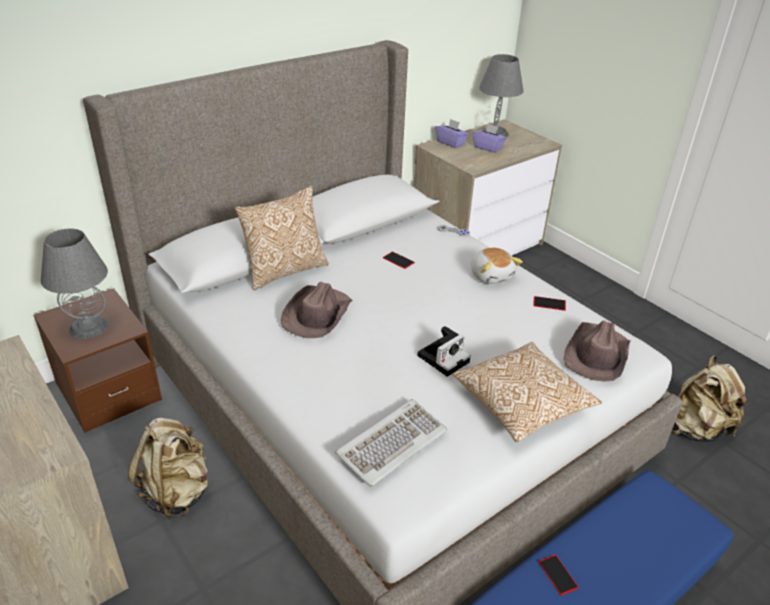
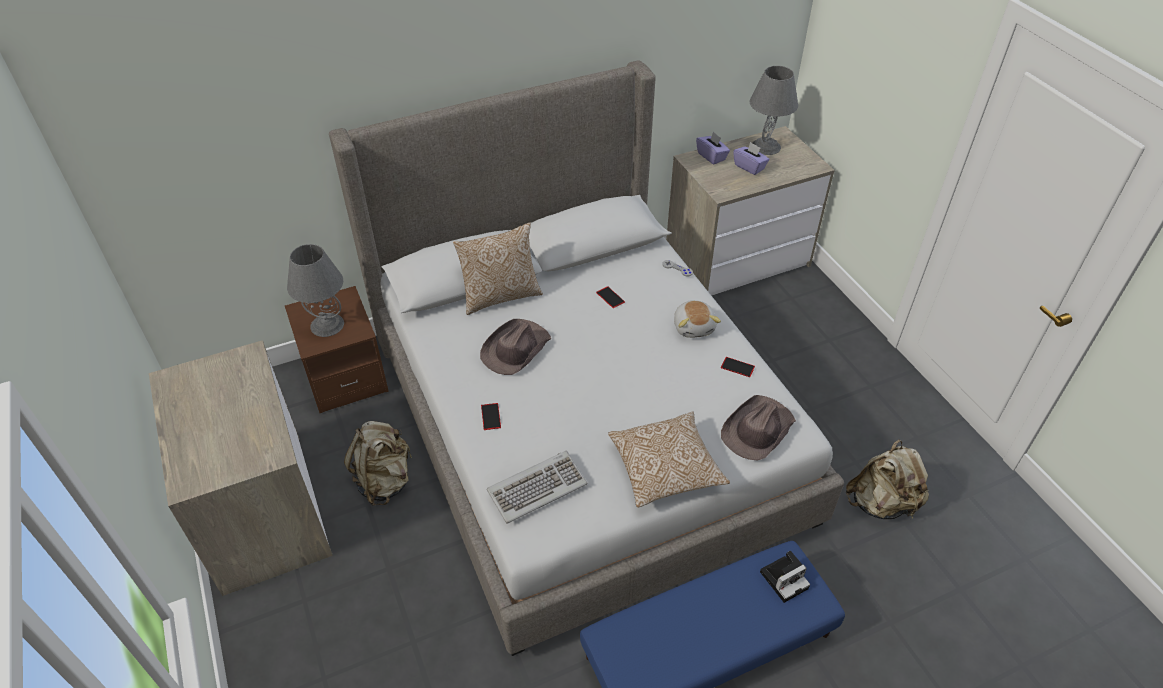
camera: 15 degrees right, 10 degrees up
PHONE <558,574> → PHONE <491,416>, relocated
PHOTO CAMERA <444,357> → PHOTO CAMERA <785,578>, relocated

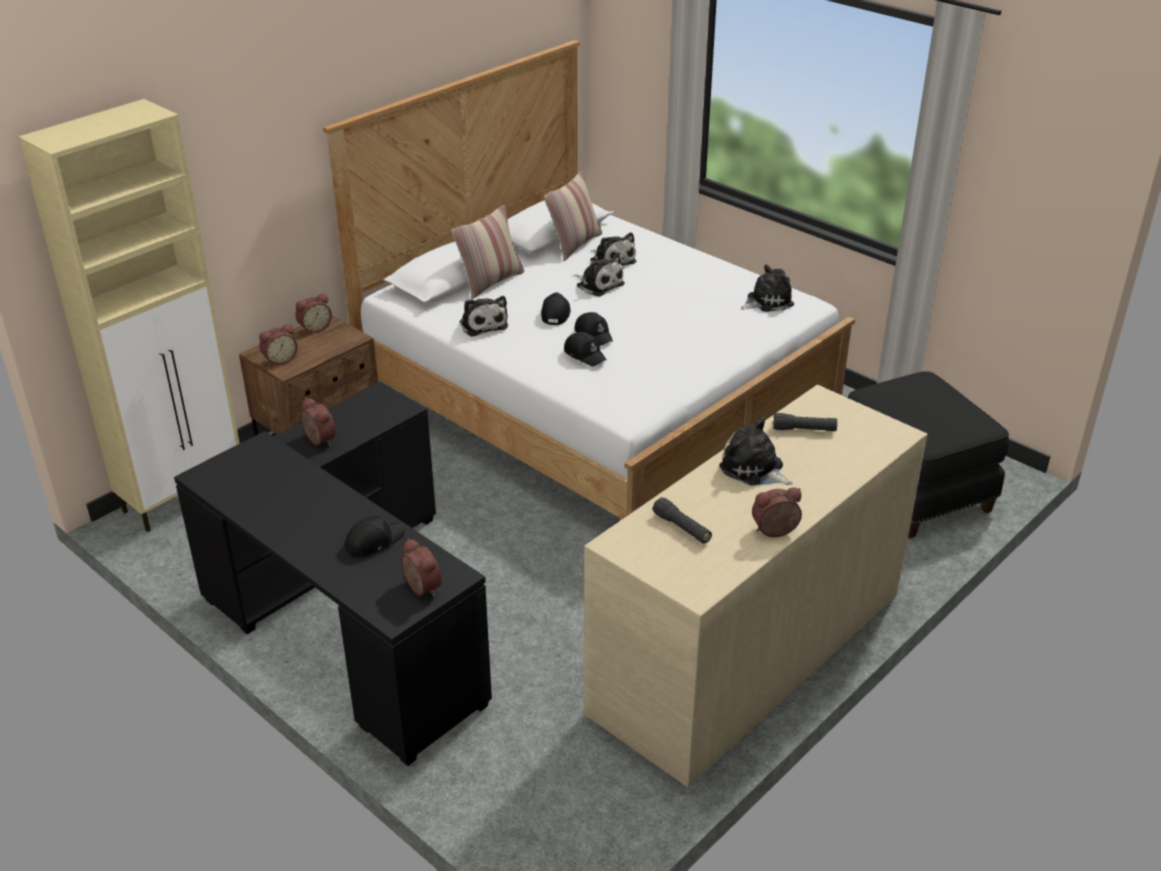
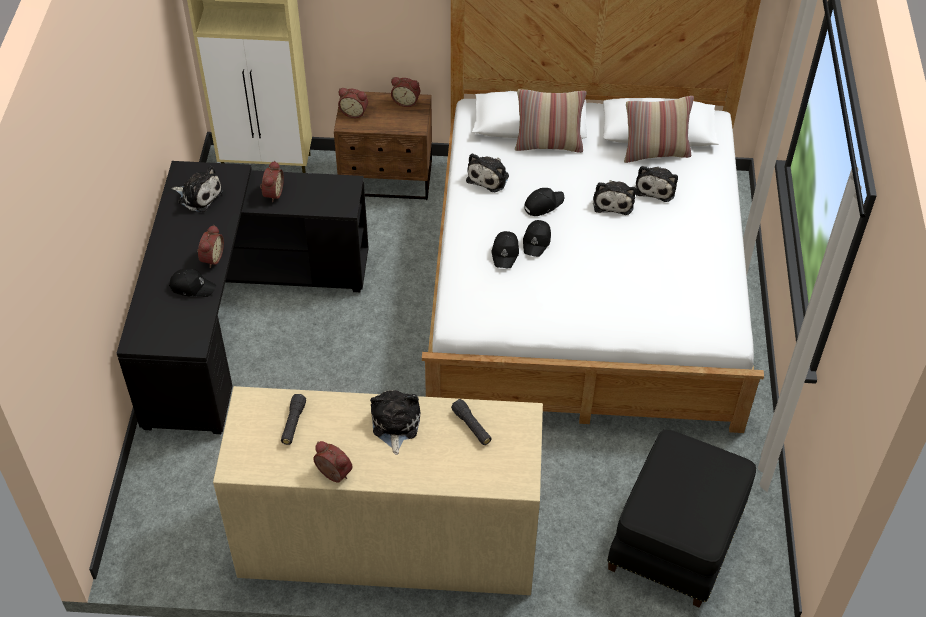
camera: 50 degrees right, 15 degrees up
PLUSH TOY <767,301> → PLUSH TOY <198,195>, relocated
ALARM CLOCK <419,588> → ALARM CLOCK <211,258>, relocated

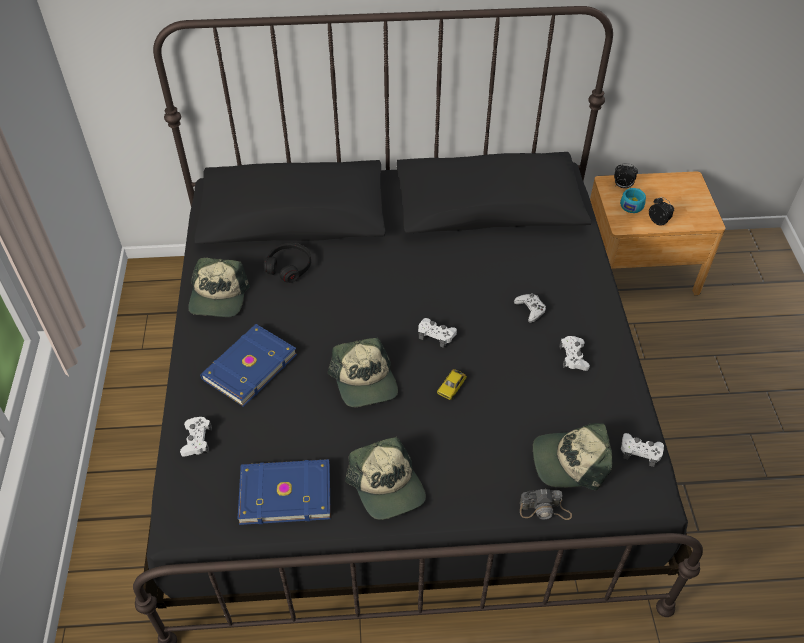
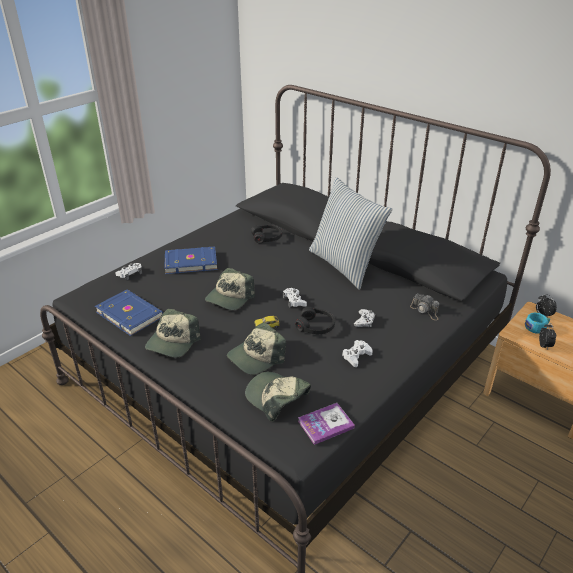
camera: 45 degrees right, 15 degrees down
CAP <218,297> → CAP <256,357>, relocated
- → BLACK HEADPHONES <315,326>
WHITE GAME CONTROLLER <640,452> → BOOK <325,424>
- → PILLOW <345,265>
PHOTO CAMERA <545,510> → PHOTO CAMERA <425,311>, relocated

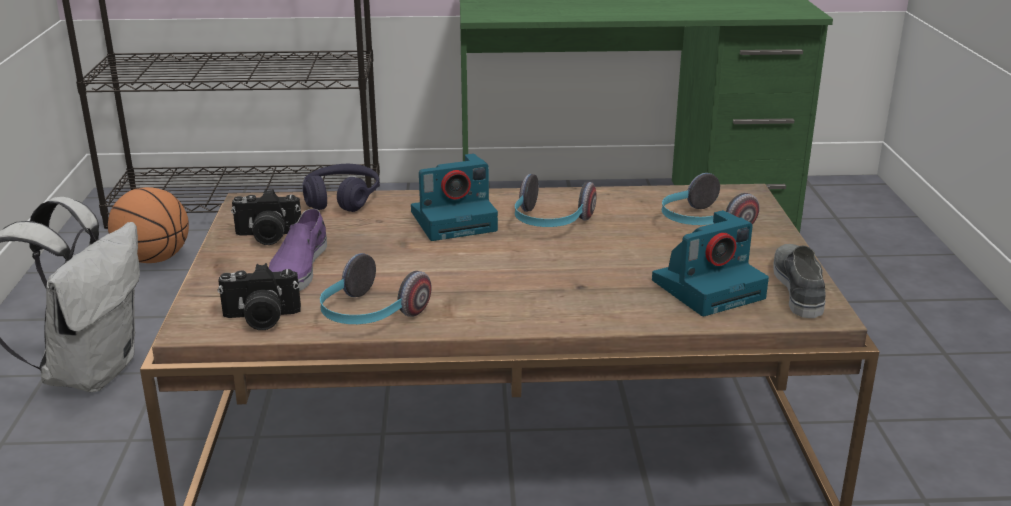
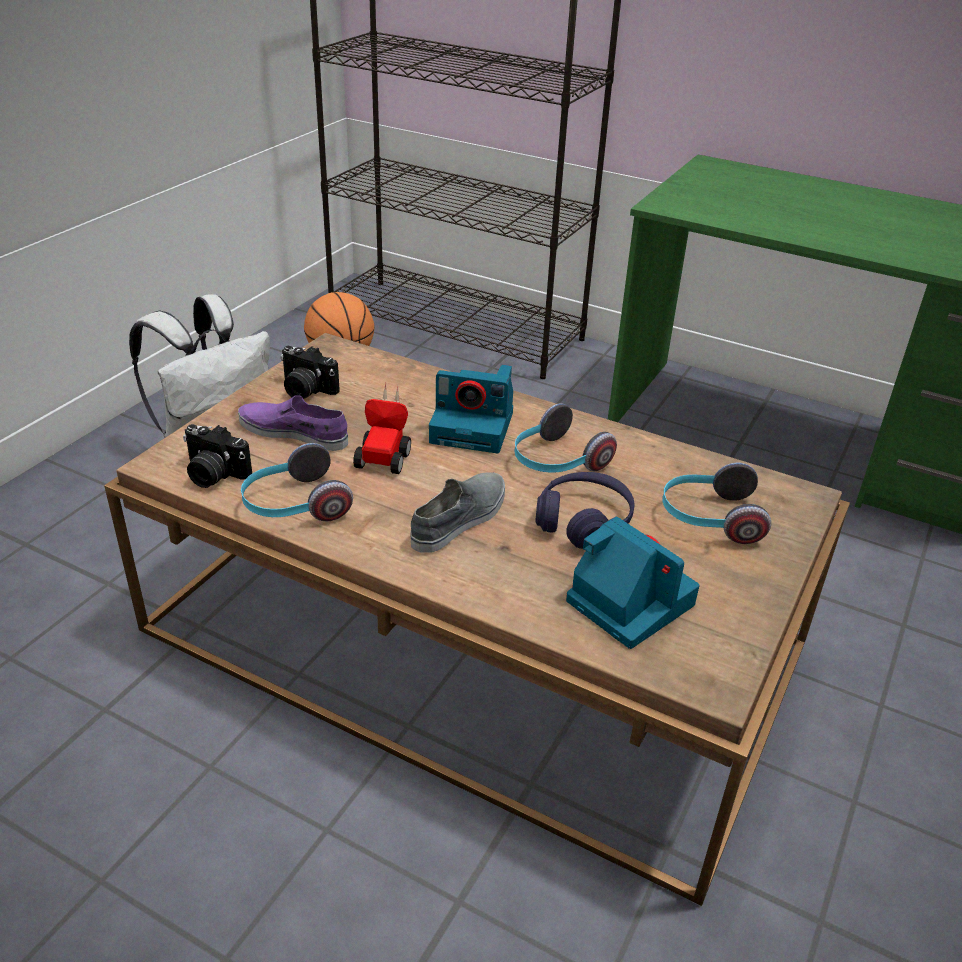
camera: 30 degrees right, 10 degrees up
PURPLE SHOE <298,268> → PURPLE SHOE <294,432>, 75 degrees clockwise
- → TOY CAR <386,454>
GREY SHOE <799,287> → GREY SHOE <460,518>, relocated
PURPLE HEADPHONES <341,199> → PURPLE HEADPHONES <583,521>, relocated
PHOTO CAMERA <709,288> → PHOTO CAMERA <627,601>, 135 degrees counterclockwise

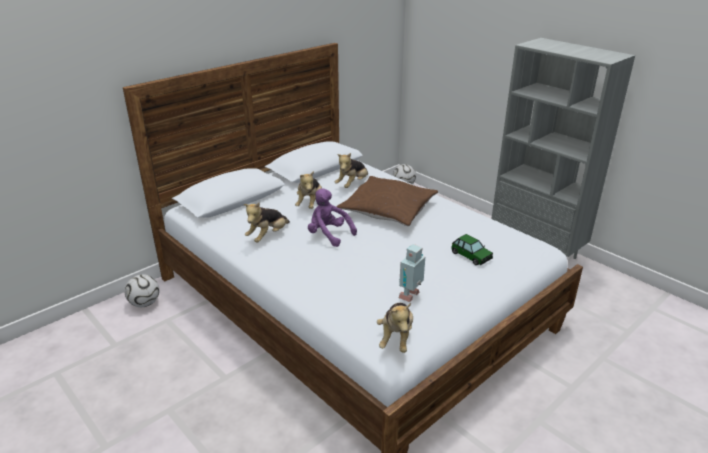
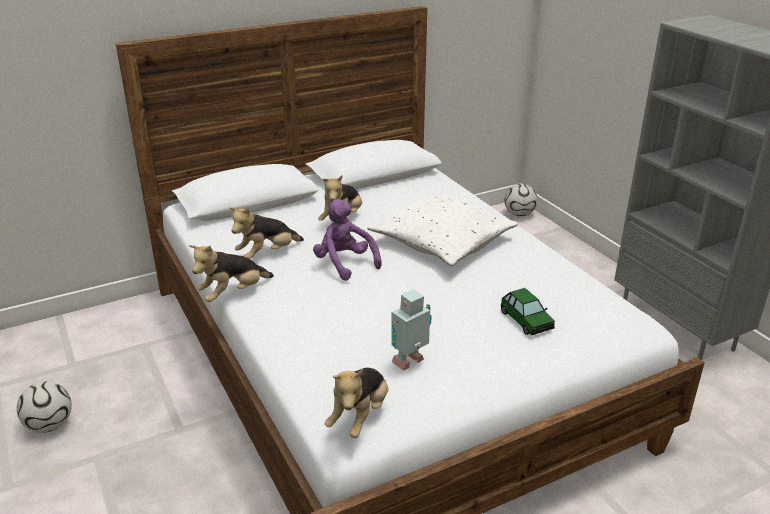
camera: 15 degrees right, 0 degrees up
FOOTBALL <144,303> → FOOTBALL <49,425>, relocated
PLUSH TOY <352,184> → PLUSH TOY <233,294>, relocated
BROWN PILLOW <387,209> → WHITE PILLOW <442,240>

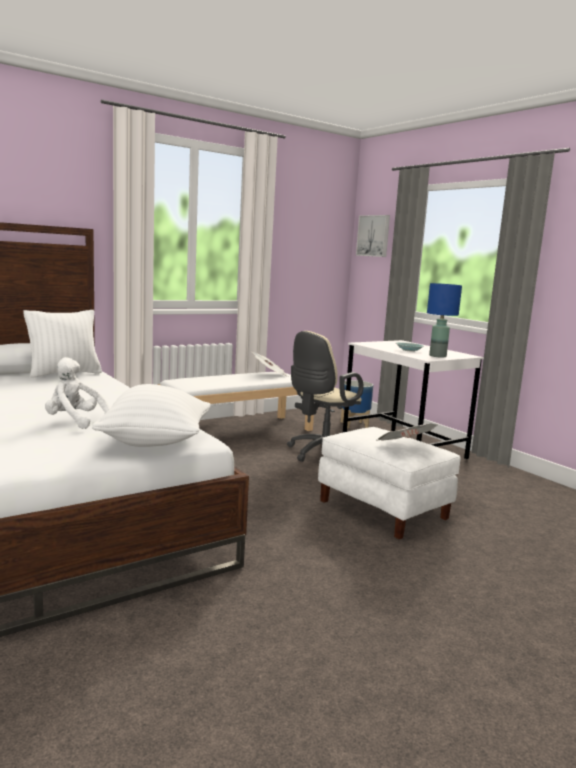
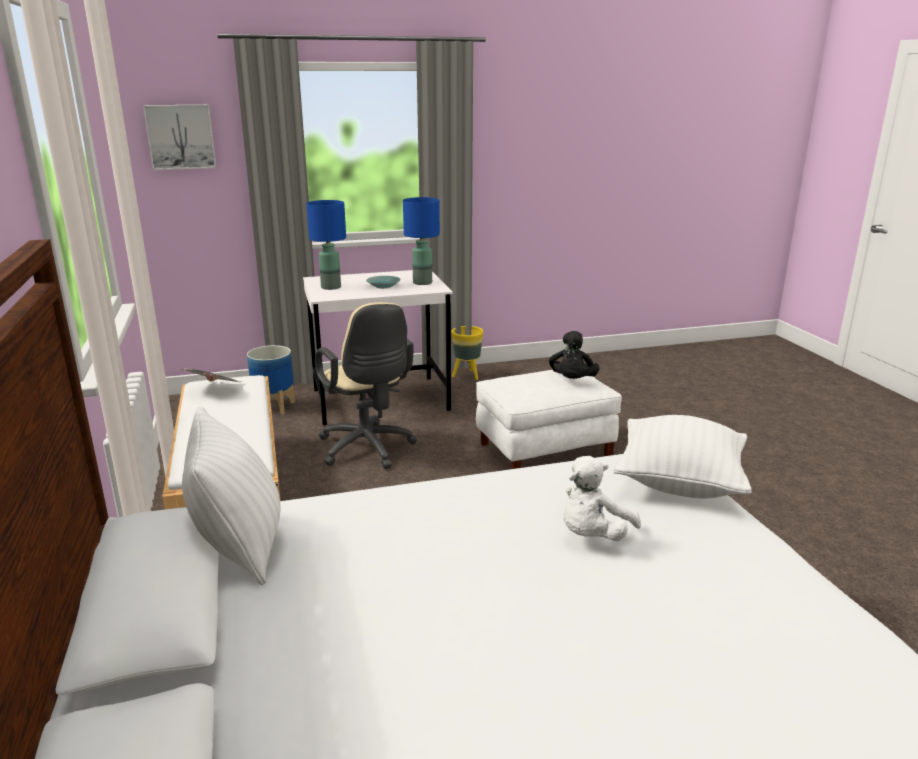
camera: 70 degrees left, 10 degrees up
- → BLUE TABLE LAMP <330,287>
- → YELLOW PLANTER <467,375>
NEWSPAPER <404,448> → BLACK PLUSH TOY <572,381>

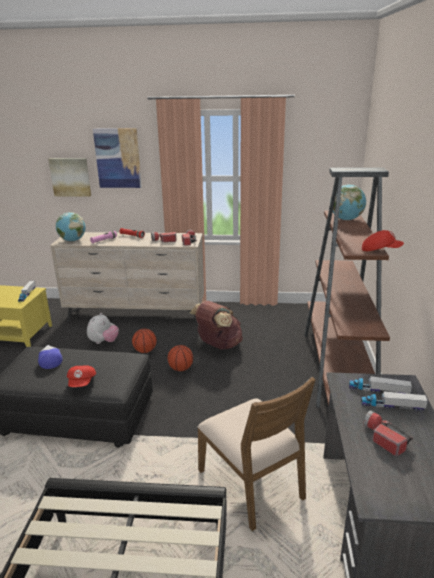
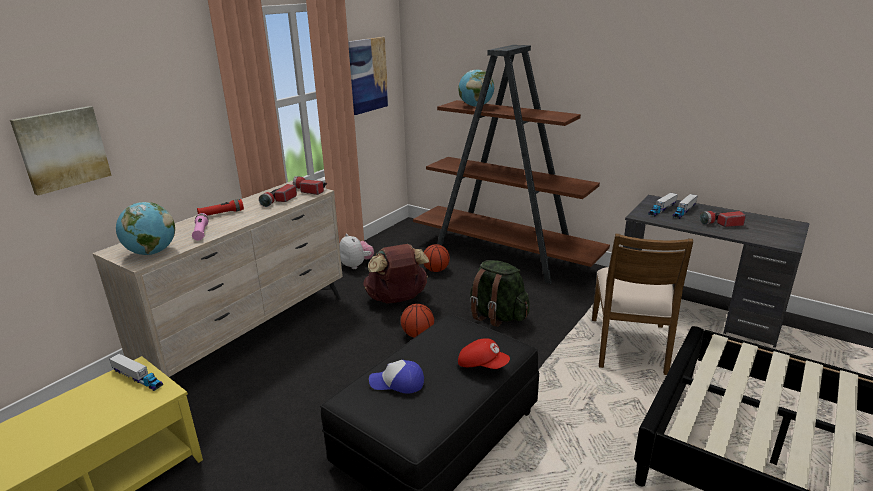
camera: 60 degrees left, 0 degrees up
PLUSH TOY <104,342> → PLUSH TOY <357,265>, relocated
PICTURE <118,158> → PICTURE <368,75>, relocated
BASKETBALL <145,351> → BASKETBALL <436,270>, relocated
- → GREEN BACKPACK <497,316>
BROWN CHAIR <252,484> → BROWN CHAIR <629,346>, 105 degrees clockwise
RED CAP <380,250> → -

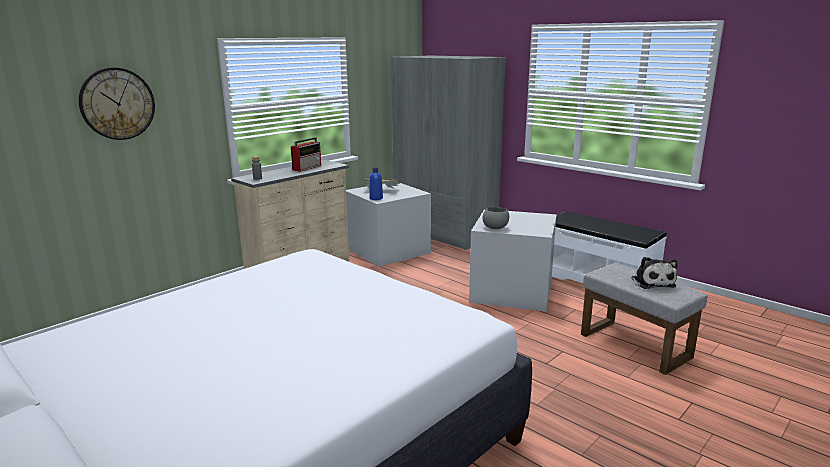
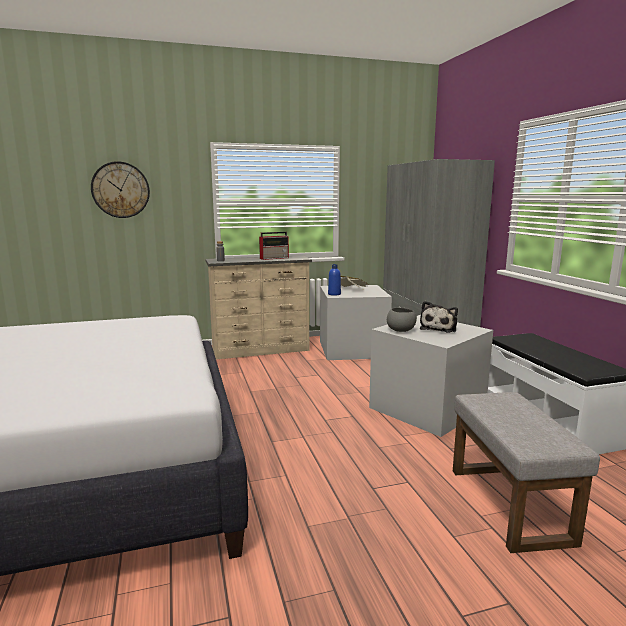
camera: 30 degrees right, 5 degrees down
PLUSH TOY <652,282> → PLUSH TOY <439,328>, relocated

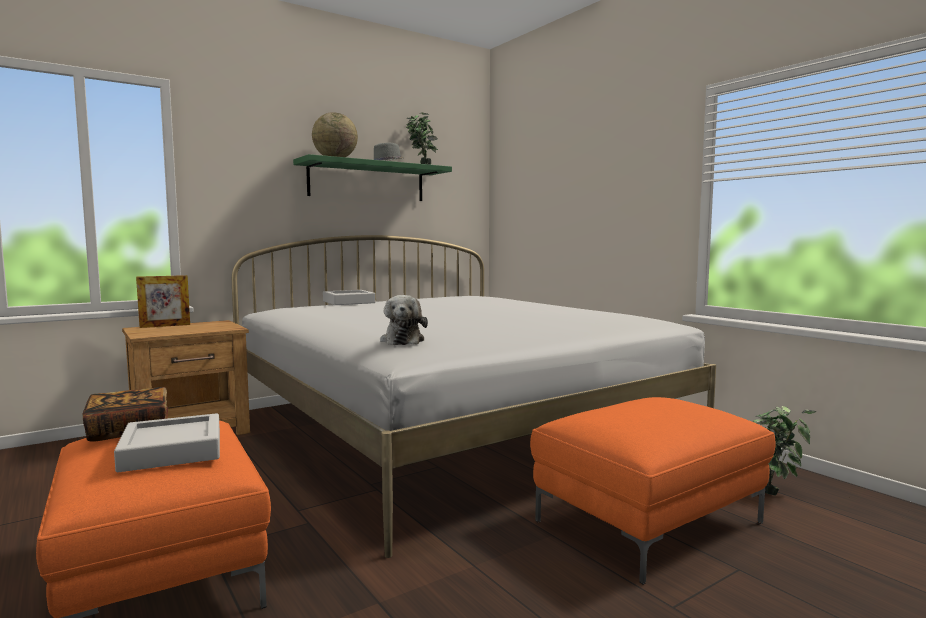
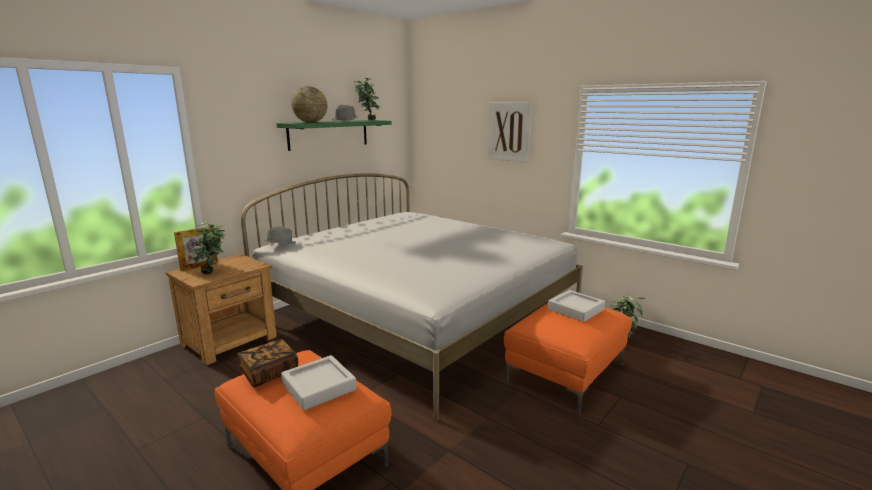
camera: 15 degrees left, 10 degrees up
- → POTTED PLANT <213,273>
- → GREY HAT <280,244>
- → PICTURE <509,132>
GREY TRAY <348,302> → GREY TRAY <575,309>, relocated
PLUSH TOY <403,340> → -

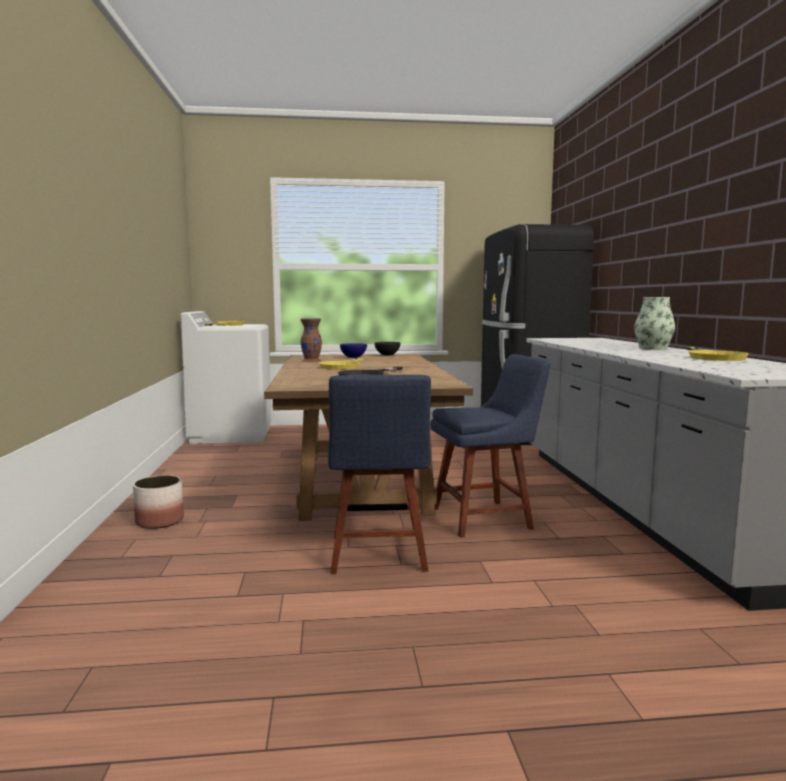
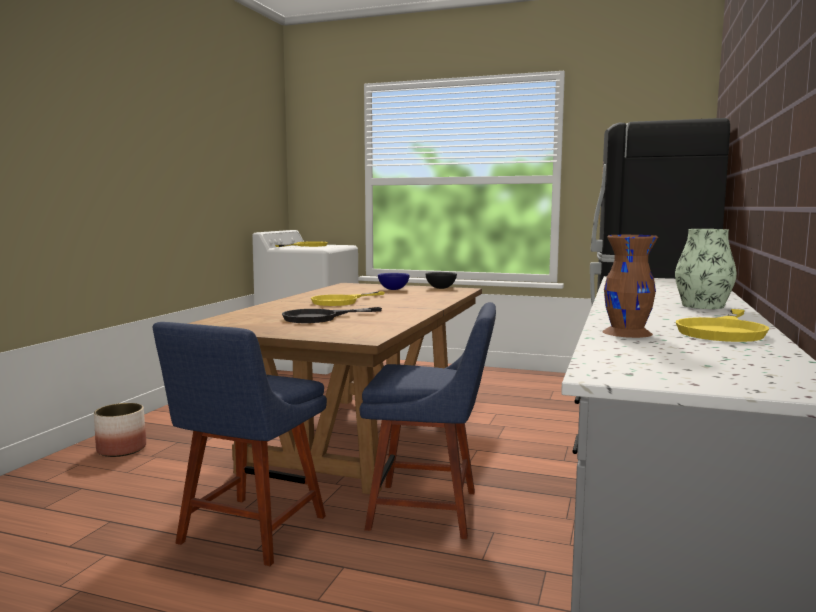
camera: 25 degrees right, 0 degrees up
BROWN VASE <312,361> → BROWN VASE <628,333>, relocated

